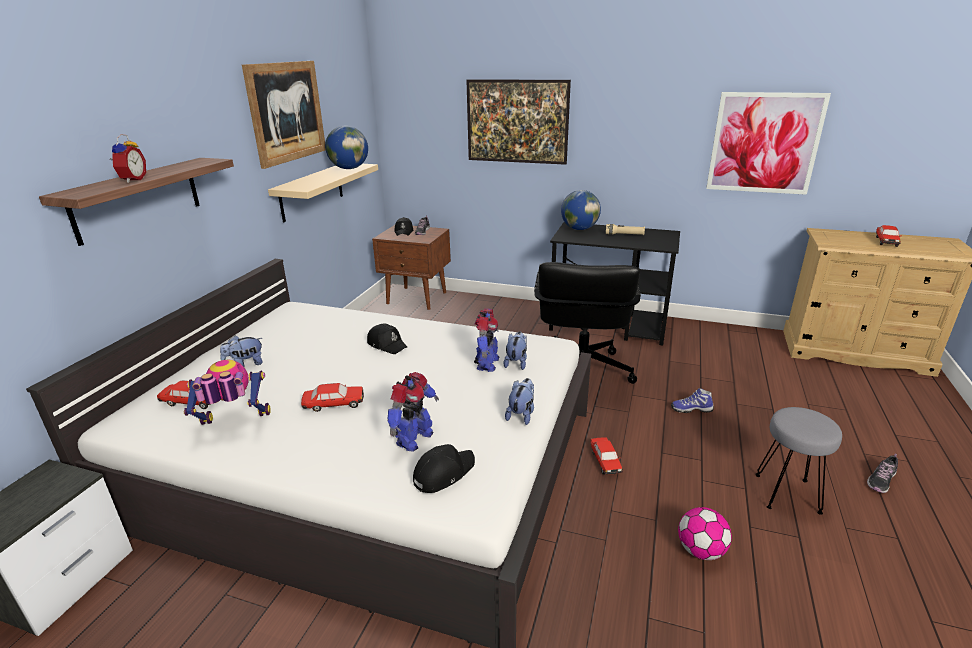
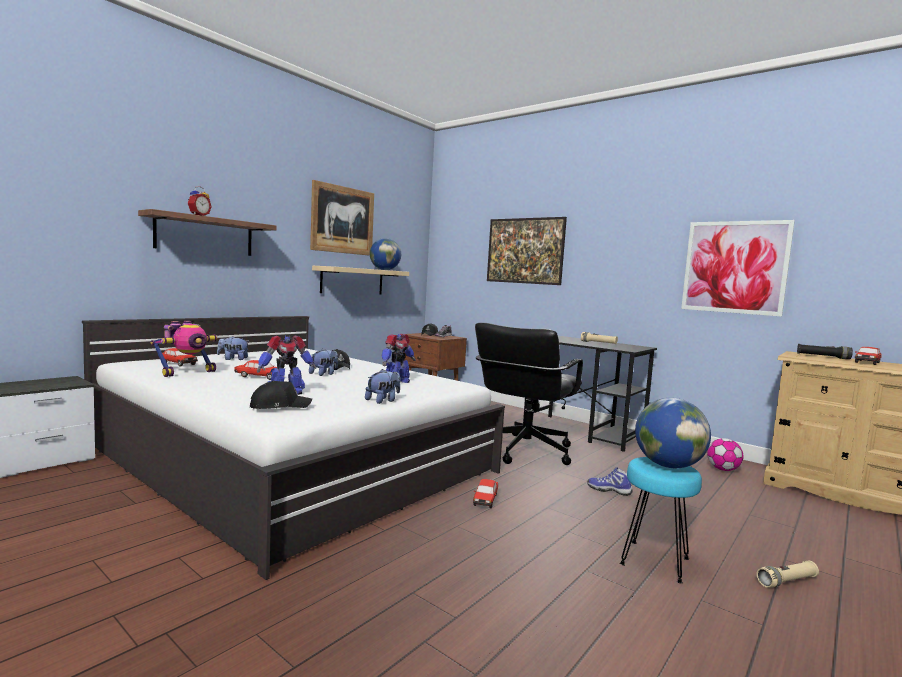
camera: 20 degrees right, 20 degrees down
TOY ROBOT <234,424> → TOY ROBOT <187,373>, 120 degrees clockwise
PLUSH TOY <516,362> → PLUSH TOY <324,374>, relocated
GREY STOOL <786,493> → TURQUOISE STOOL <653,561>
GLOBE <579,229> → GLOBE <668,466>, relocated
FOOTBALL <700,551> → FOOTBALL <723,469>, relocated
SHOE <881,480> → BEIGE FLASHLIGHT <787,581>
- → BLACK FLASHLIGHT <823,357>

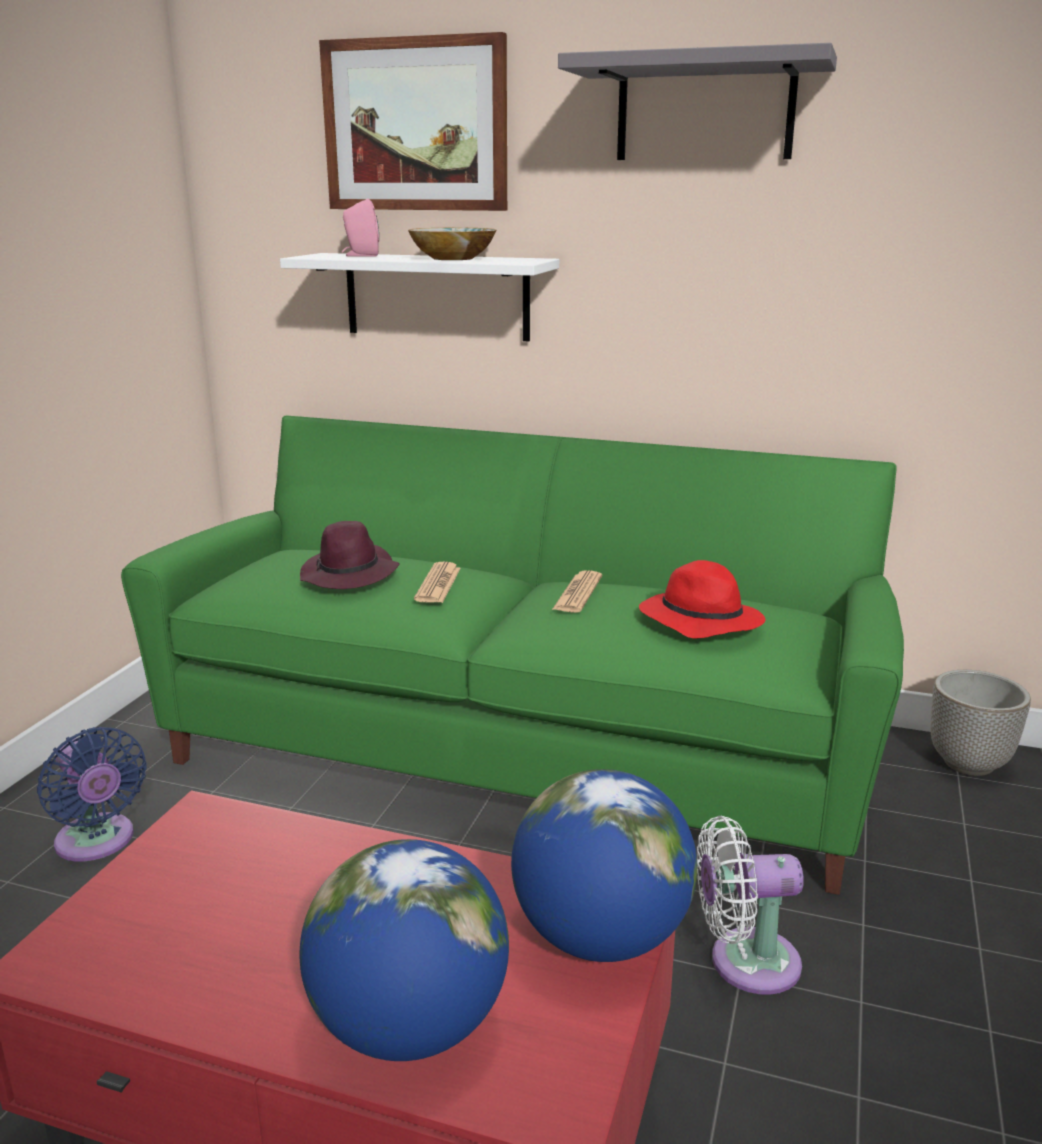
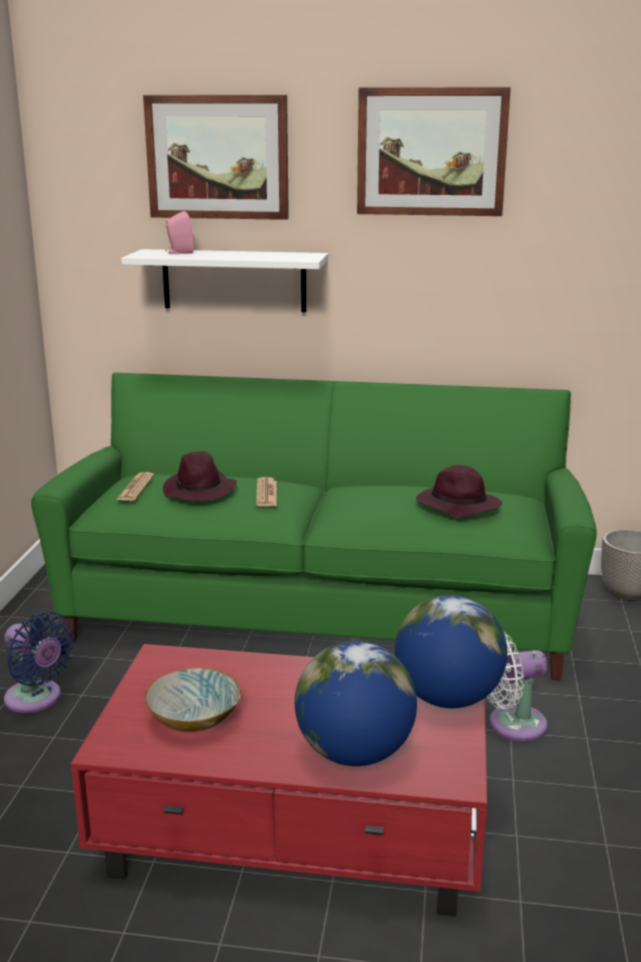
camera: 10 degrees left, 0 degrees up
NEWSPAPER <578,593> → NEWSPAPER <135,488>, relocated
BOWL <454,258> → BOWL <195,719>, relocated
GREY SHELF <705,110> → PICTURE <431,152>
RED HAT <698,621> → PURPLE HAT <456,506>

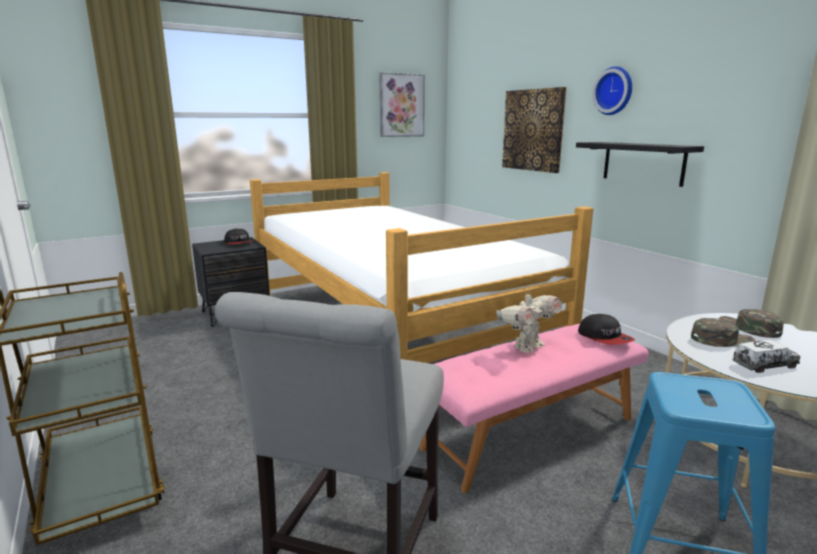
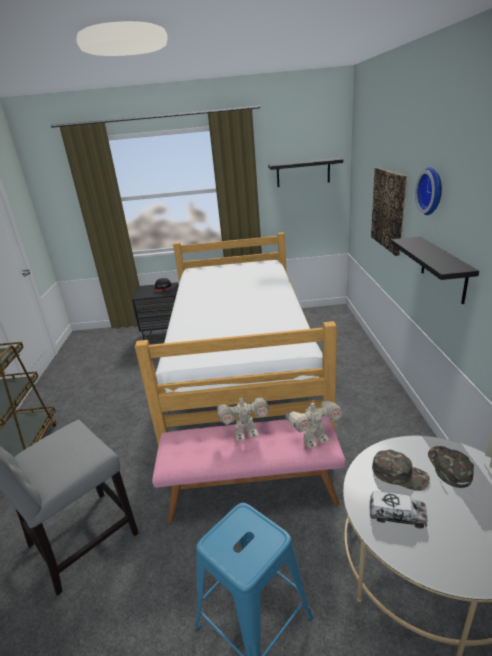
camera: 30 degrees right, 10 degrees up
PICTURE <401,105> → BLACK SHELF <303,173>
CAP <605,338> → TOY ROBOT <314,439>

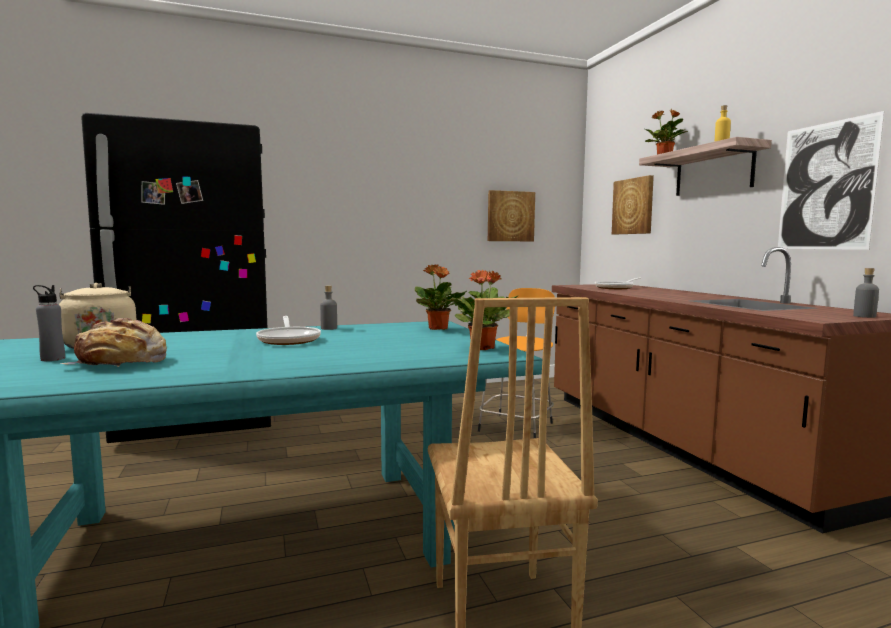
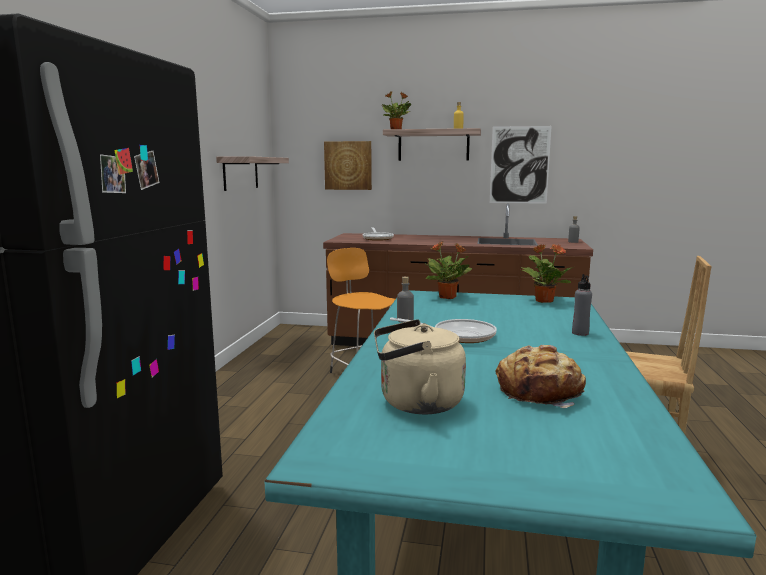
camera: 60 degrees left, 5 degrees up
PICTURE <510,216> → SHELF <240,173>
GREY BOTTLE <52,359> → GREY BOTTLE <580,333>, relocated

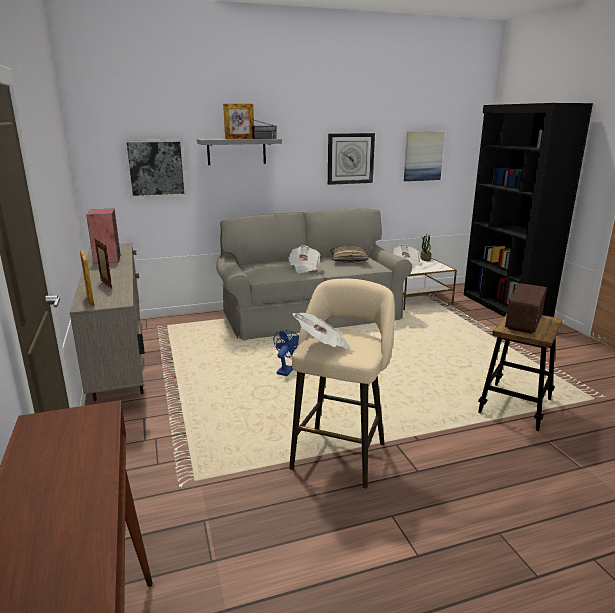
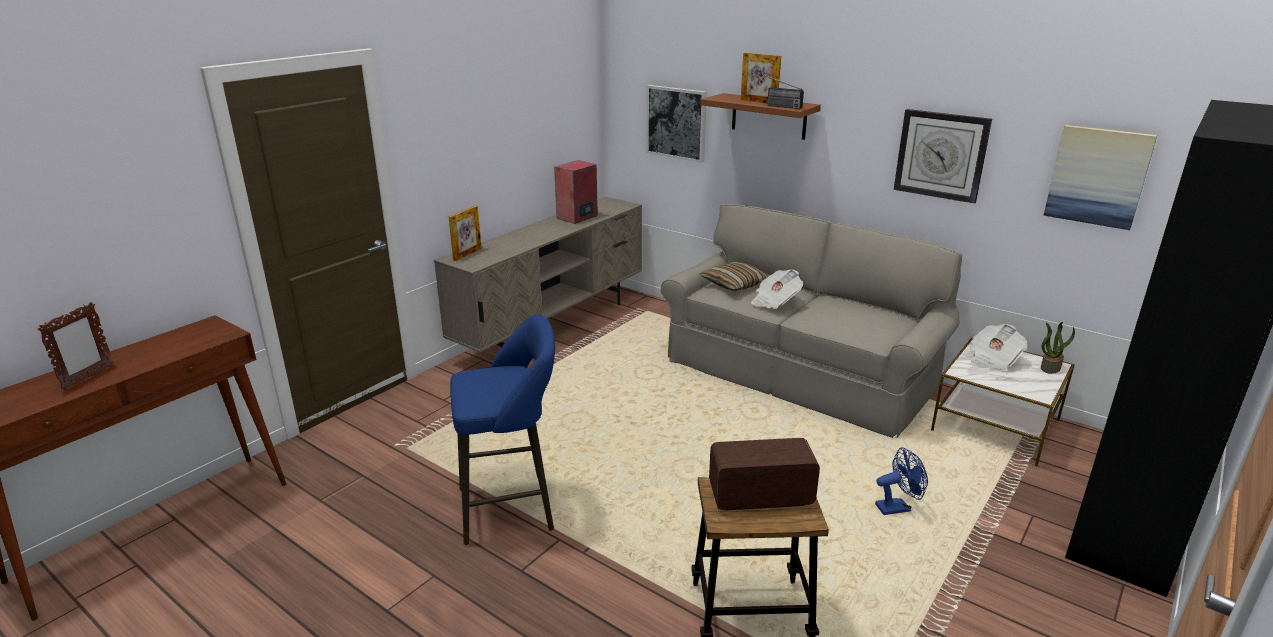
camera: 55 degrees right, 5 degrees up
PICTURE FRAME <106,284> → PICTURE FRAME <87,377>, relocated
BEIGE STOOL <340,452> → BLUE STOOL <512,507>
PILLOW <348,260> → PILLOW <734,284>, relocated
GREY SHELF <236,151> → BROWN SHELF <768,116>
BLUE FAN <287,370> → BLUE FAN <897,507>, relocated
NEWSPAPER <323,345> → -

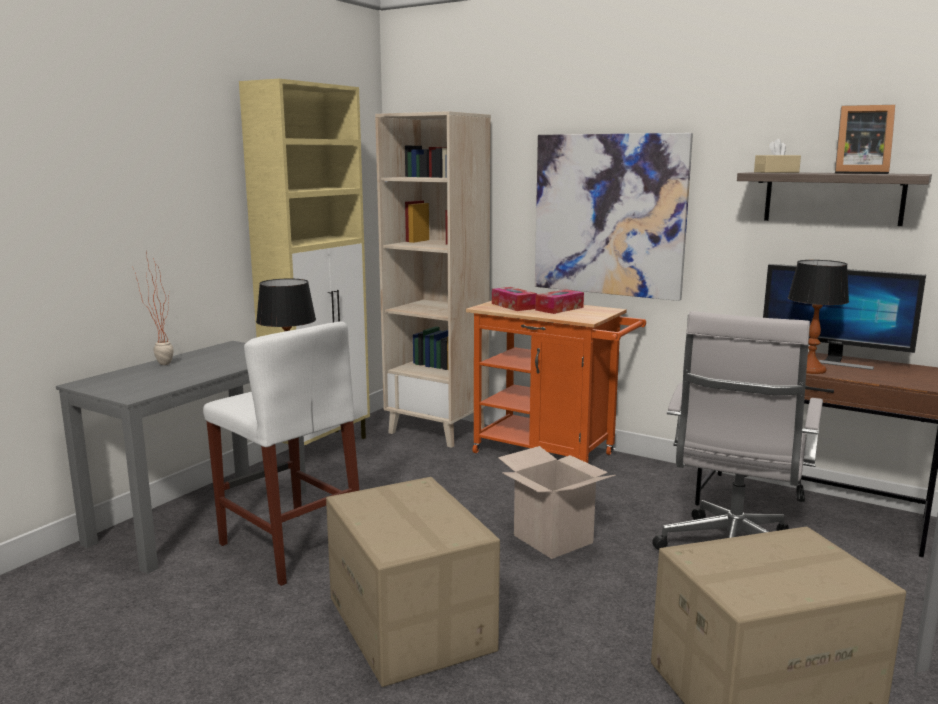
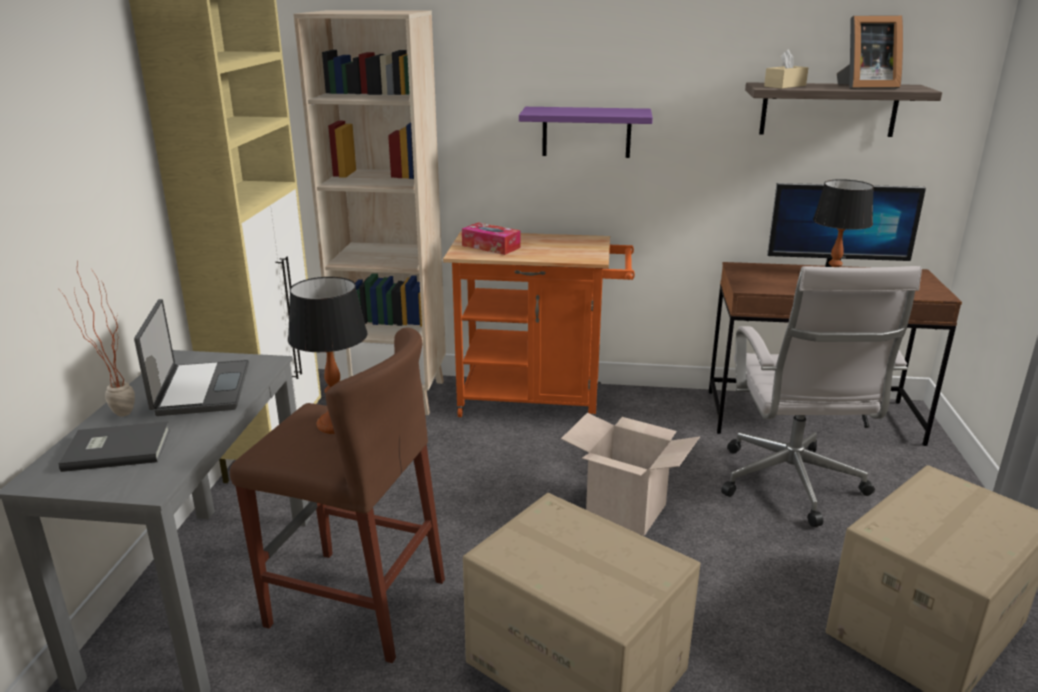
camera: 25 degrees left, 10 degrees up
- → GREY BOOK <116,448>
- → LAPTOP <200,389>
WHITE STOOL <290,546> → BROWN STOOL <356,602>
PICTURE <609,215> → PURPLE SHELF <586,132>
TISSUE BOX <559,309> → -

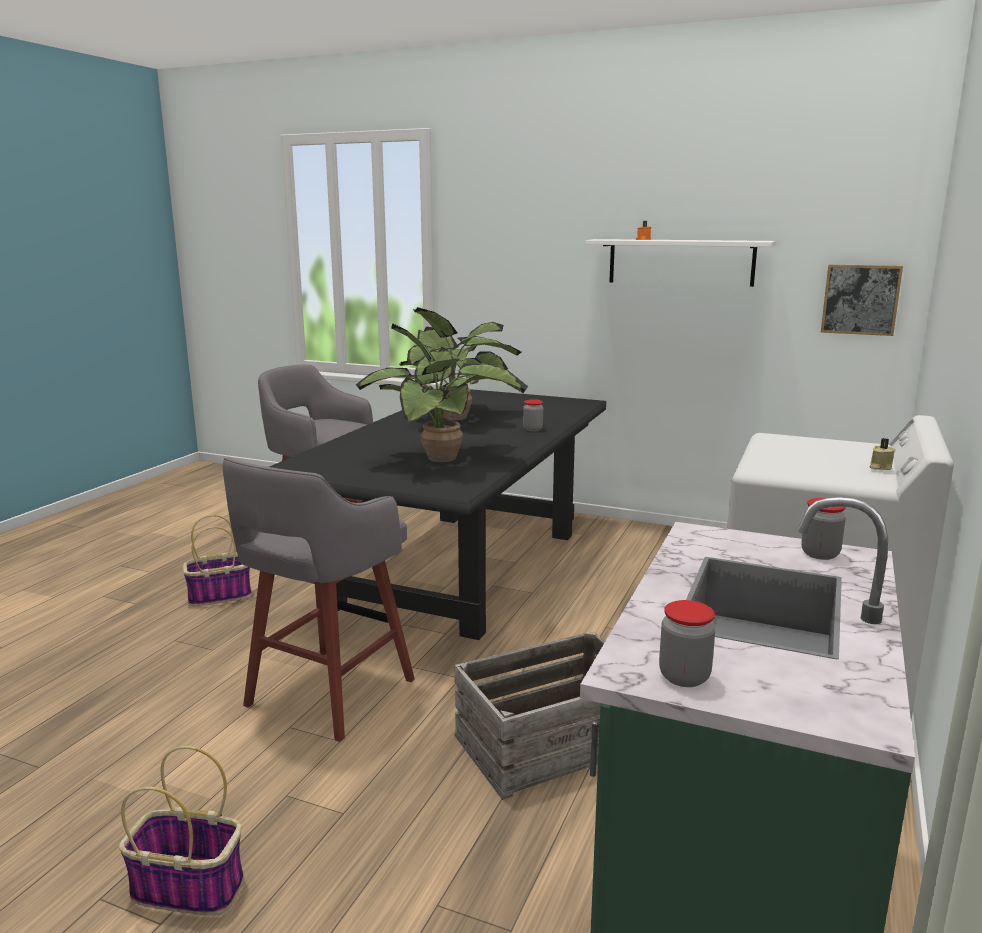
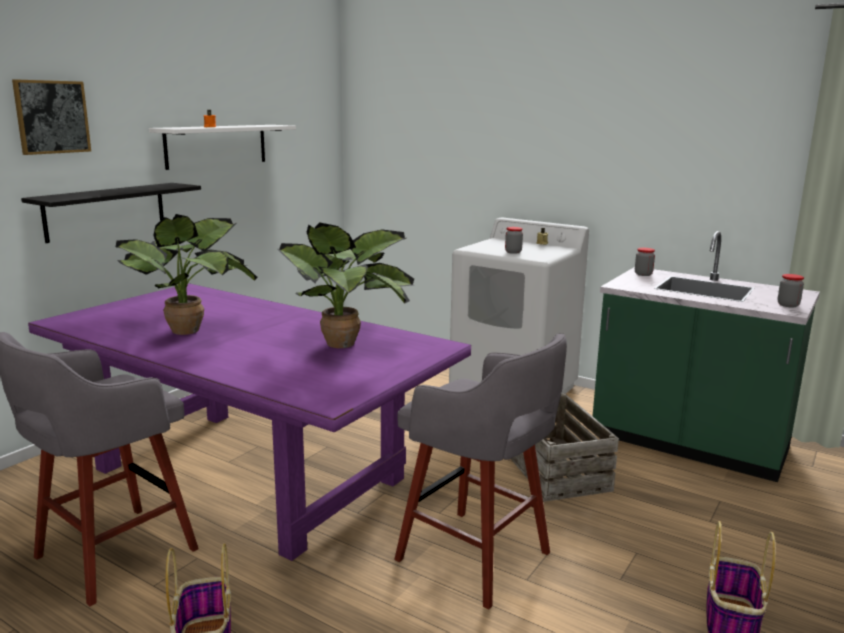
camera: 80 degrees left, 0 degrees up
PICTURE <860,299> → PICTURE <52,117>, relocated
- → BLACK SHELF <106,211>
BLACK DINING TABLE <459,567> → PURPLE DINING TABLE <248,474>
JAR <533,429> → JAR <513,252>, relocated

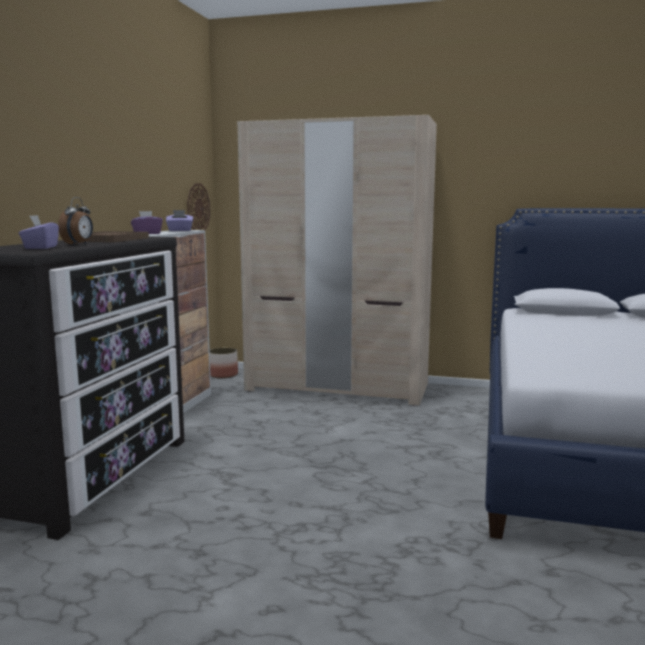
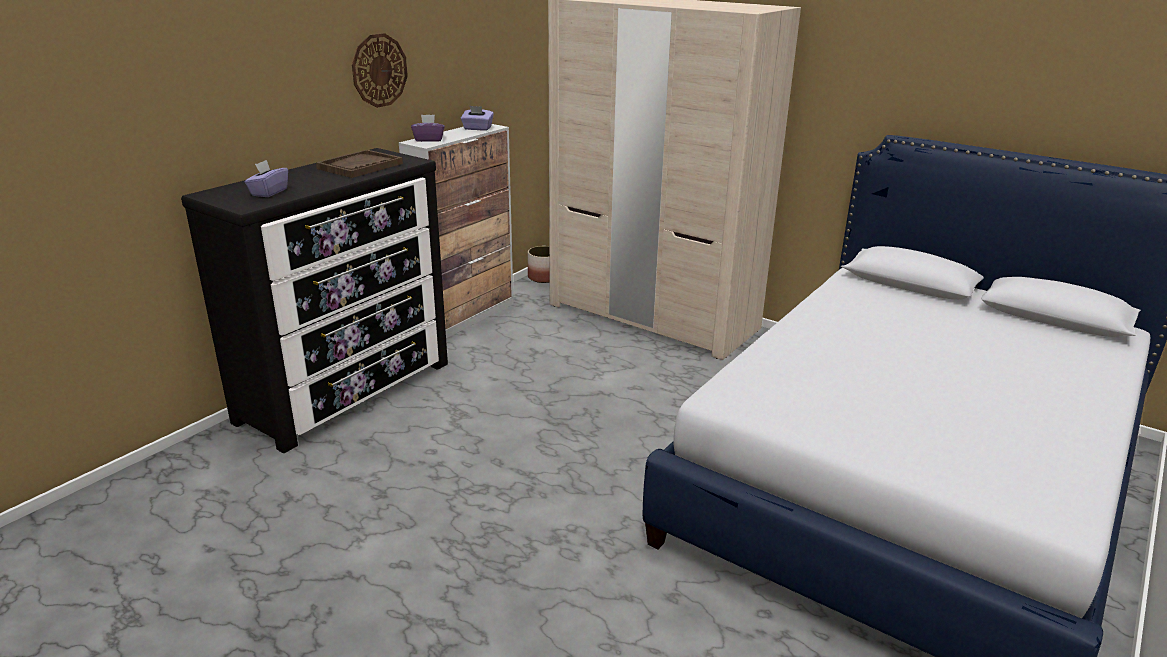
camera: 20 degrees right, 15 degrees up
WALL CLOCK <198,208> → WALL CLOCK <379,70>, relocated
ALARM CLOCK <78,244> → -

